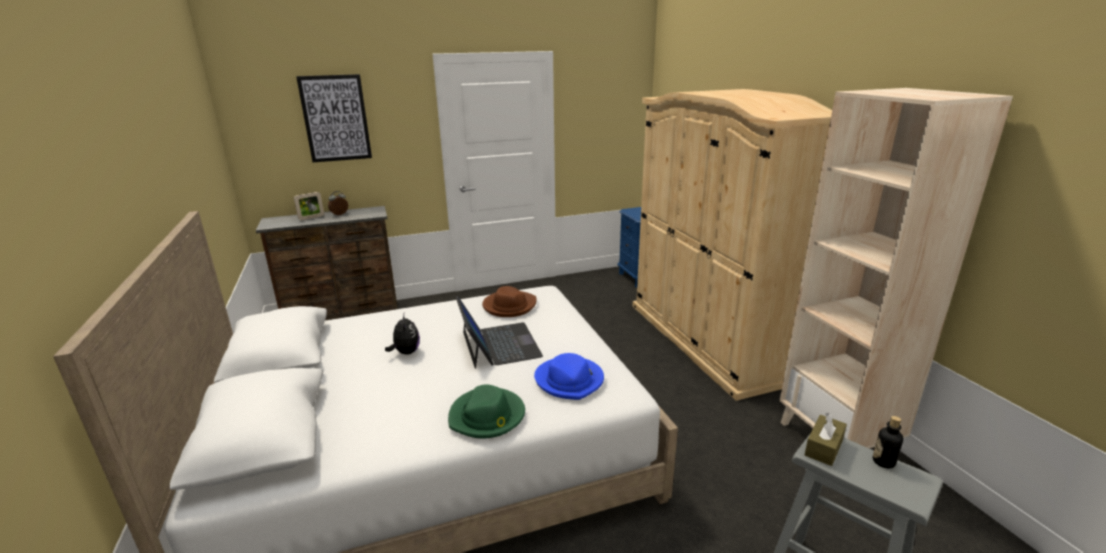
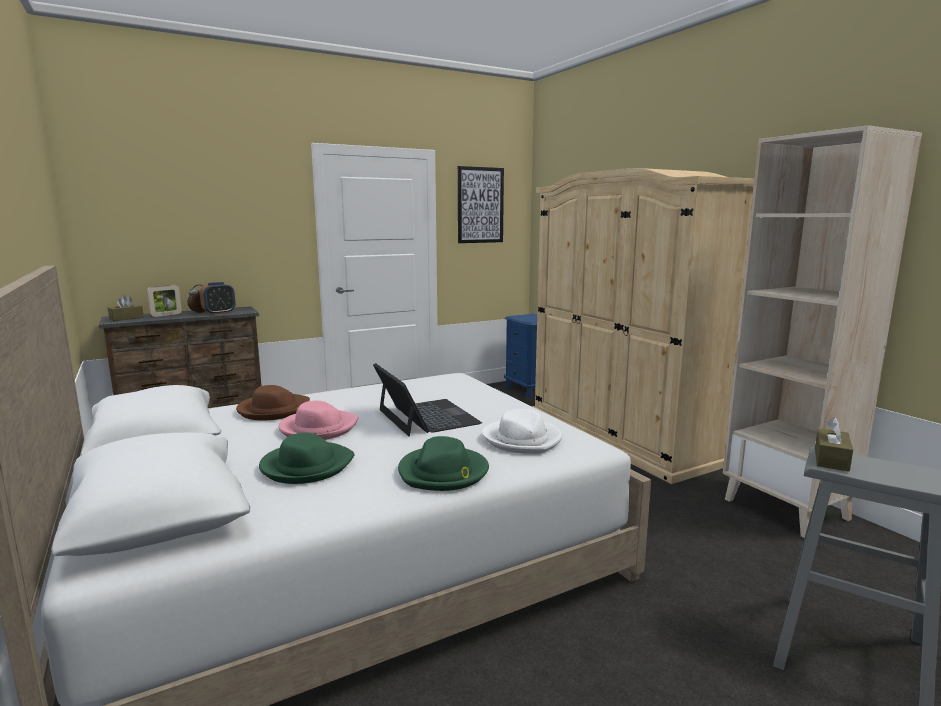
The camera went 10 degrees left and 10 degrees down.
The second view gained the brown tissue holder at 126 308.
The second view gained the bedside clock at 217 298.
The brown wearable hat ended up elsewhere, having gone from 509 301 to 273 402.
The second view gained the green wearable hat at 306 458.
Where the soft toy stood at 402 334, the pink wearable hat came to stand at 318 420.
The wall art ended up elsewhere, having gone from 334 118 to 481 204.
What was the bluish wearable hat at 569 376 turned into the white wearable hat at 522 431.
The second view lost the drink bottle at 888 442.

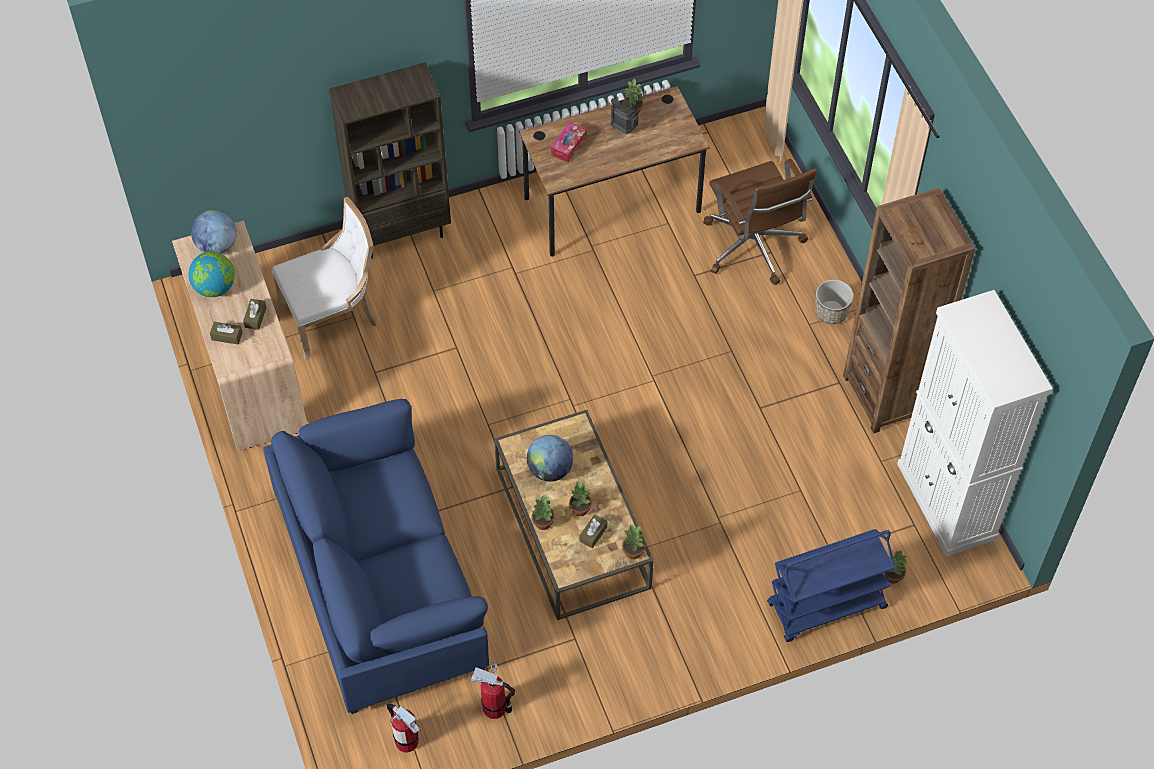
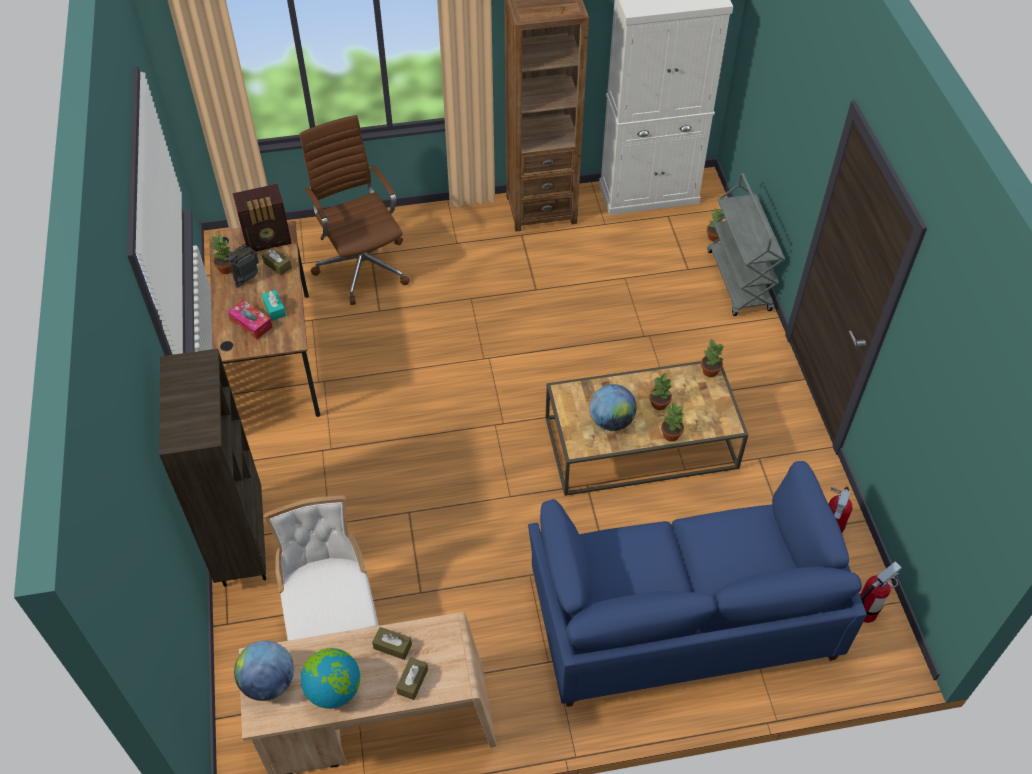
The camera went 80 degrees left and 5 degrees down.
The second view gained the radio at 262 218.
The brown tissue holder ended up elsewhere, having gone from 593 531 to 277 261.
The second view gained the blue-green tissue holder at 274 305.
The brown office chair at 759 222 ended up facing another way, 105 degrees counterclockwise from before.
What was the bluish wheeled cart at 831 585 turned into the greyish wheeled cart at 746 244.
The second view lost the planter at 834 301.

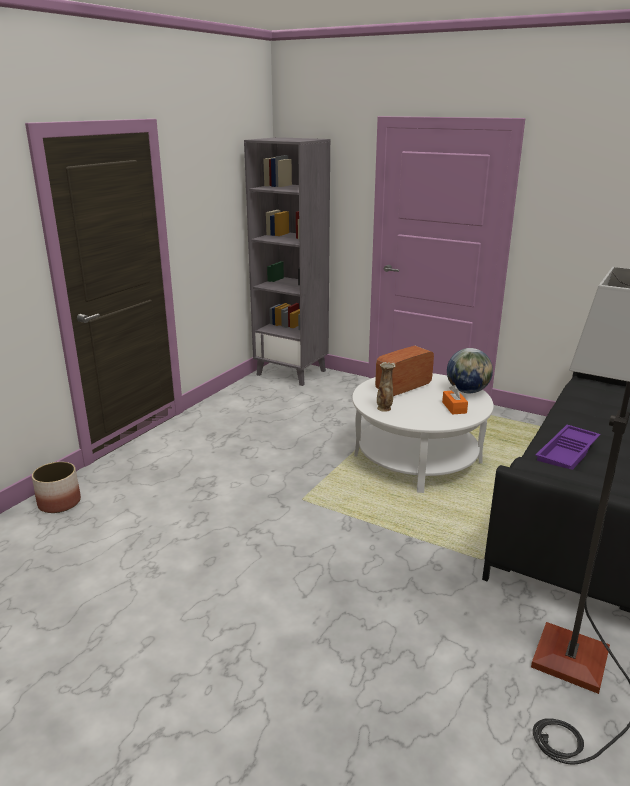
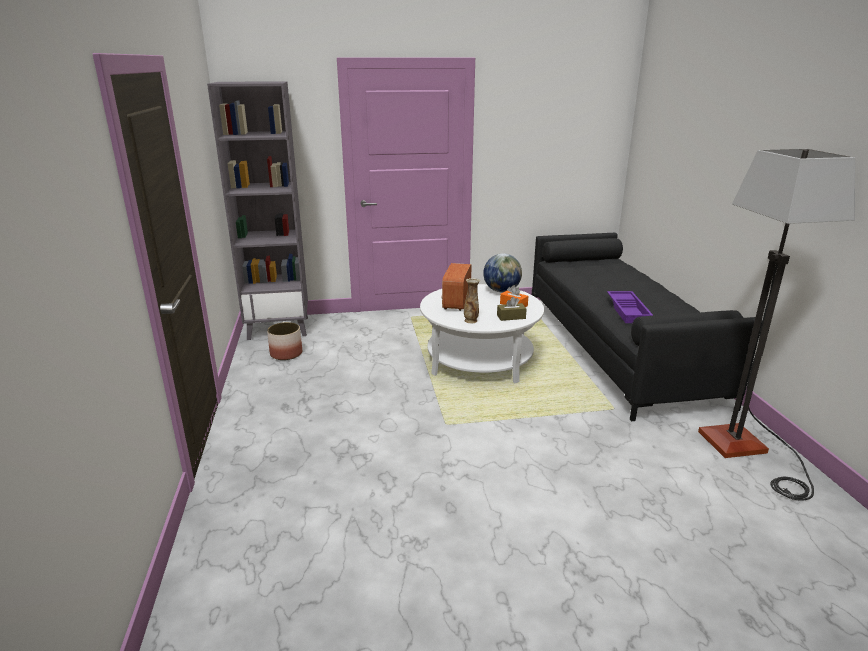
The camera went 40 degrees left and 0 degrees up.
The planter ended up elsewhere, having gone from 56 487 to 284 341.
The second view gained the brown tissue holder at 512 309.

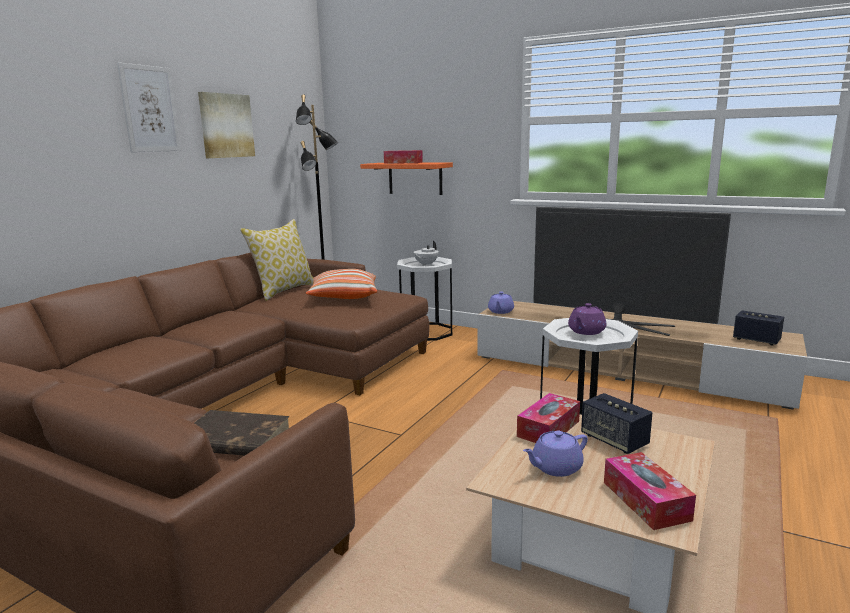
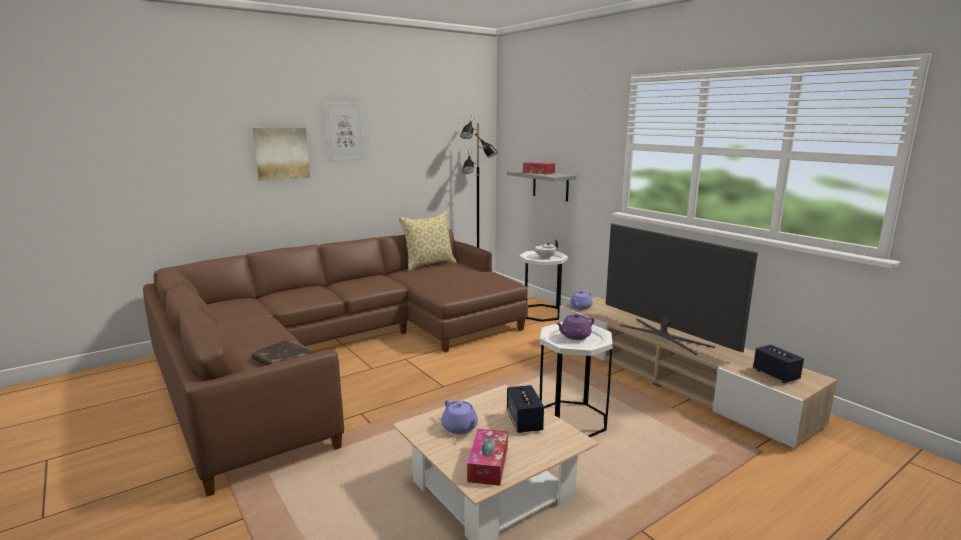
The camera went 25 degrees right and 0 degrees up.
The wall art ended up elsewhere, having gone from 226 125 to 281 154.
The purple teapot at 555 454 ended up facing another way, 120 degrees counterclockwise from before.
What was the orange-coloured wall shelf at 406 179 turned into the greyish wall shelf at 541 186.
The second view lost the throw pillow at 341 284.
The second view lost the tissue holder at 548 418.

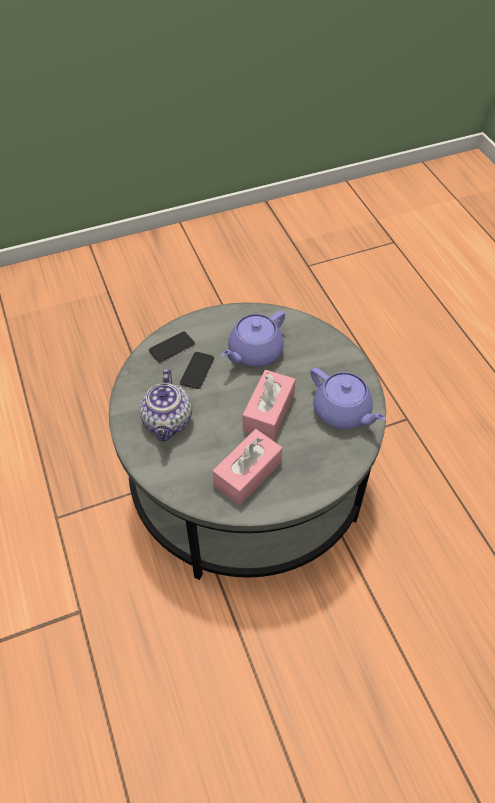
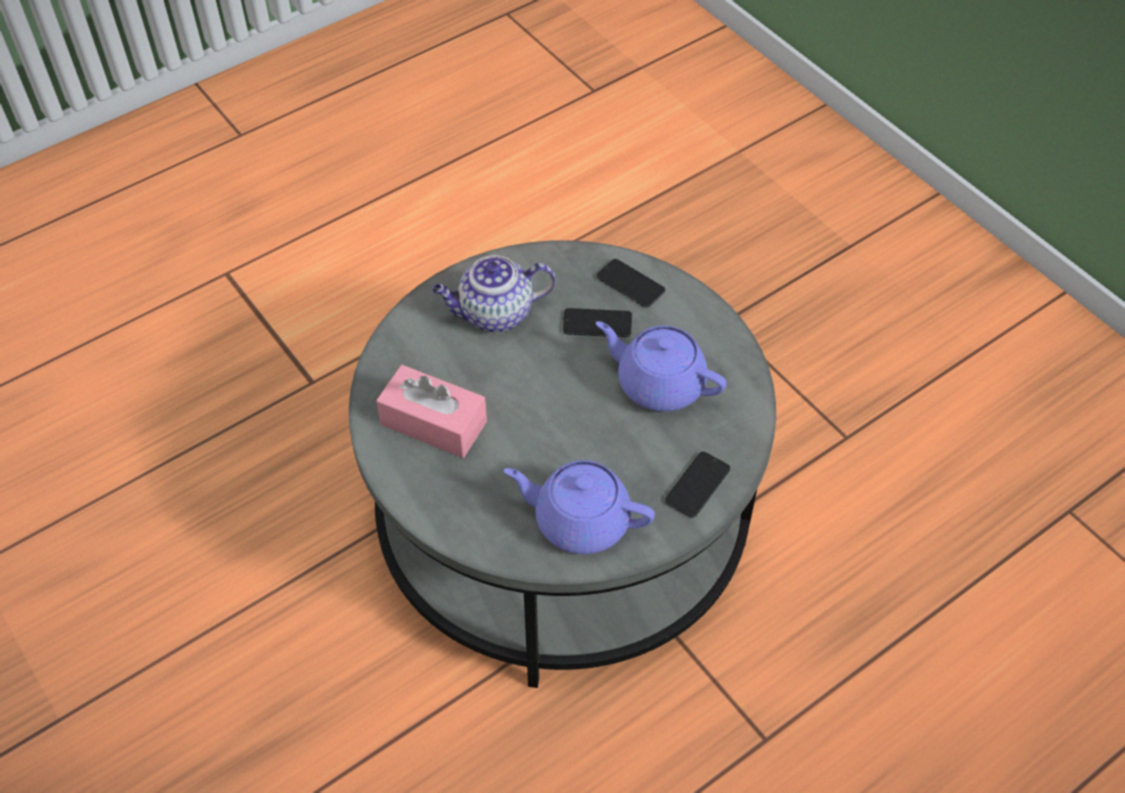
The camera went 75 degrees right and 0 degrees up.
The purple teapot at 348 398 ended up facing another way, 75 degrees clockwise from before.
The second view gained the telephone at 697 485.
The second view lost the pink tissue holder at 269 405.

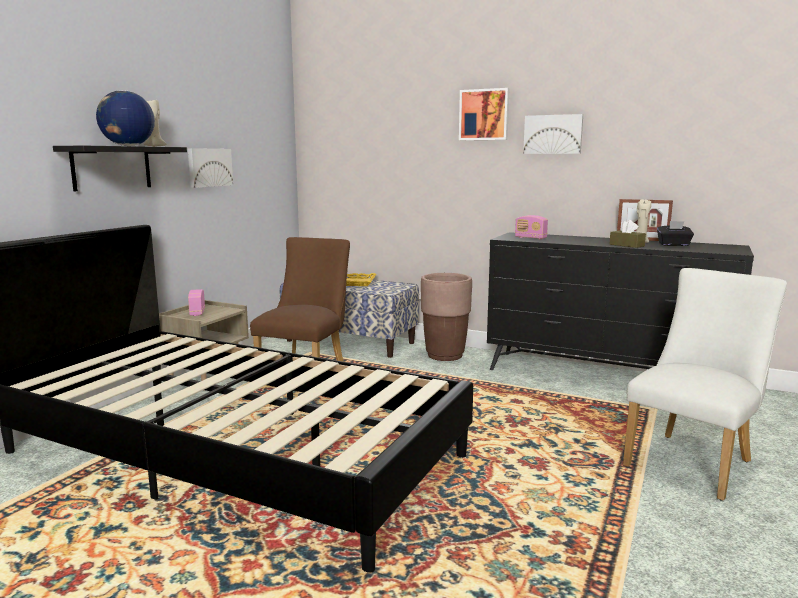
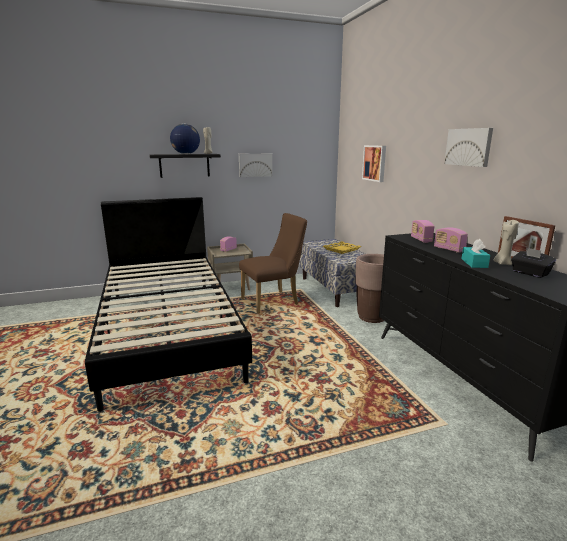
The camera went 45 degrees right and 5 degrees up.
The wall art ended up elsewhere, having gone from 484 114 to 374 163.
The second view gained the radio at 451 240.
What was the brown tissue holder at 627 234 turned into the blue-green tissue holder at 475 253.
The second view lost the white plain chair at 705 384.

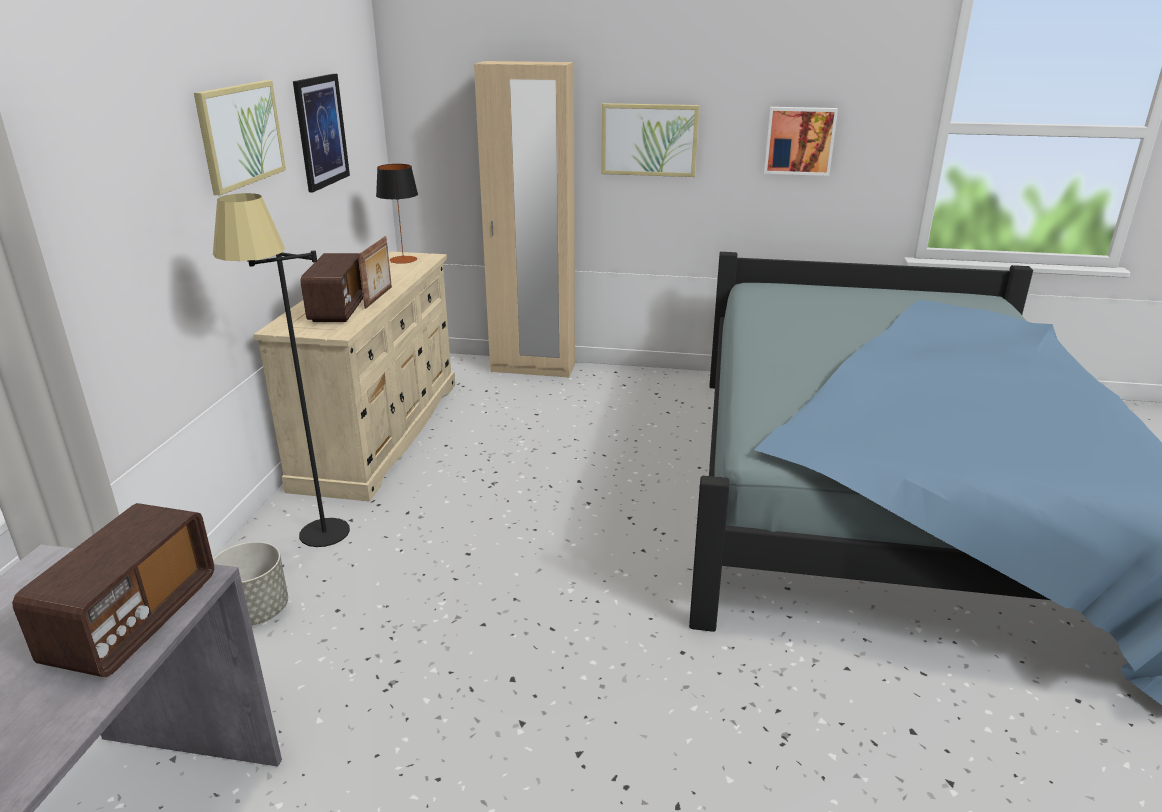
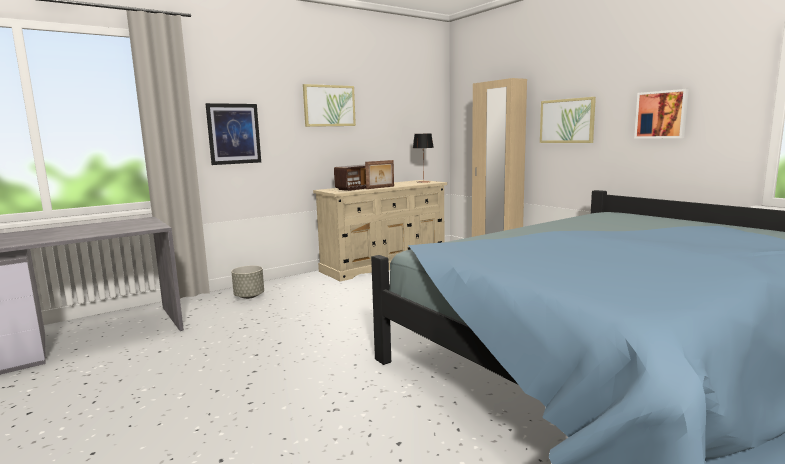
The camera went 45 degrees right and 15 degrees down.
The wall art ended up elsewhere, having gone from 321 133 to 233 134.
The second view lost the radio at 113 590.
The second view lost the black floor lamp at 281 370.

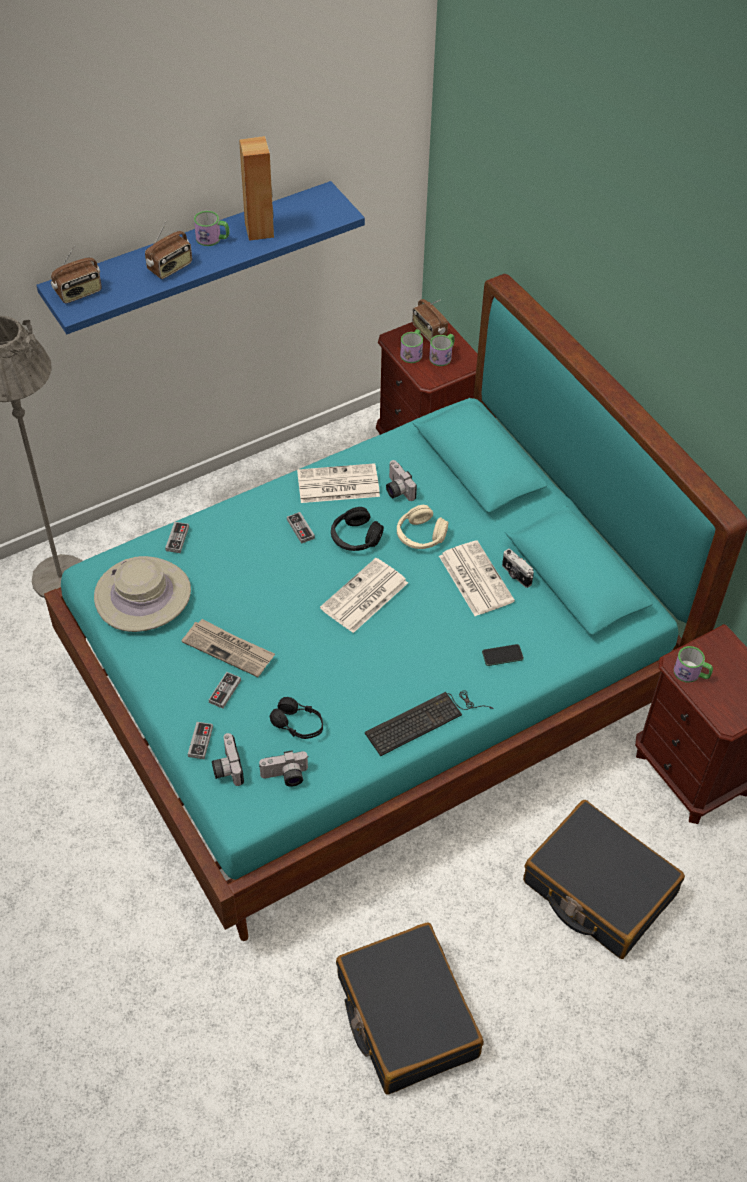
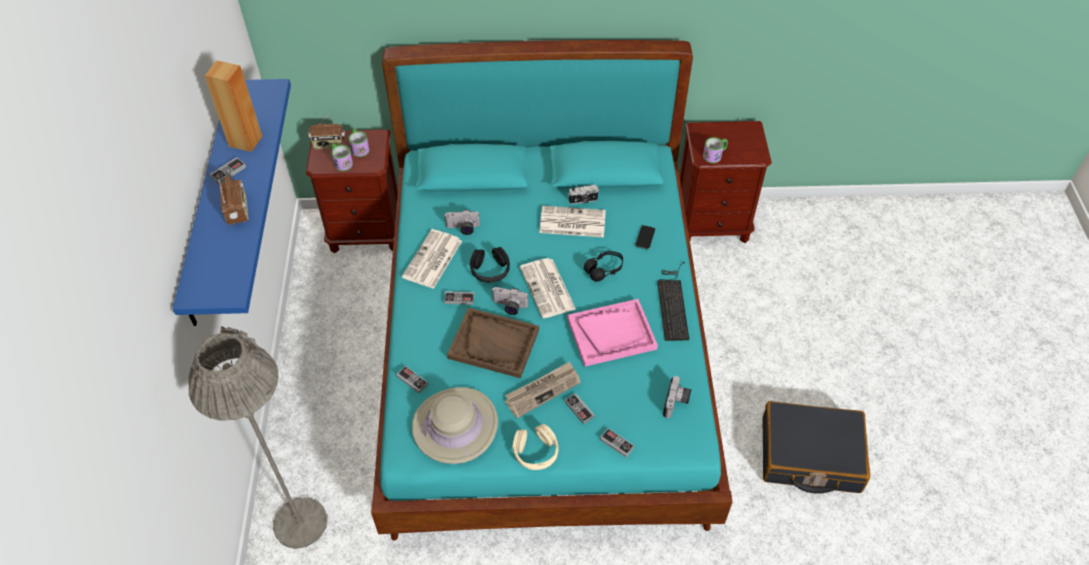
The camera went 60 degrees left and 0 degrees up.
Where the tea mug stood at 212 228, the game controller came to stand at 228 170.
The second view gained the brown serving tray at 493 343.
The still camera ended up elsewhere, having gone from 228 759 to 510 301.
The sand-coloured pair of headphones ended up elsewhere, having gone from 422 527 to 535 447.
The second view gained the pink serving tray at 612 333.
The black pair of headphones ended up elsewhere, having gone from 296 718 to 603 266.
The second view lost the radio at 76 274.
The second view lost the black suitcase at 604 879.

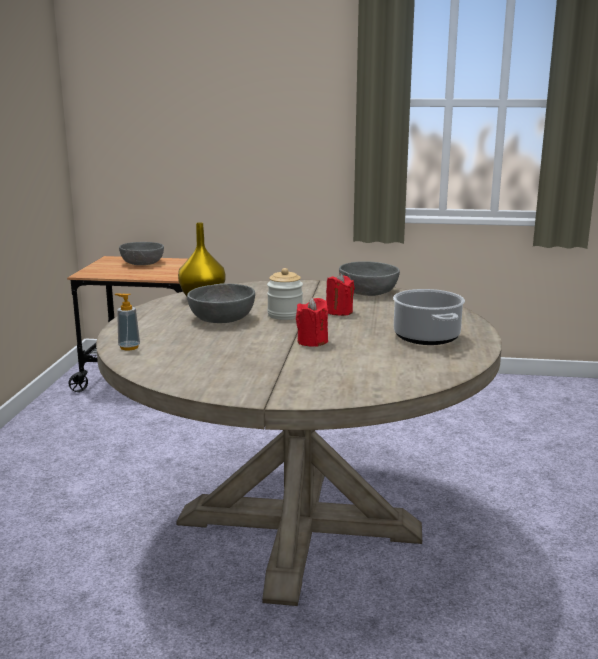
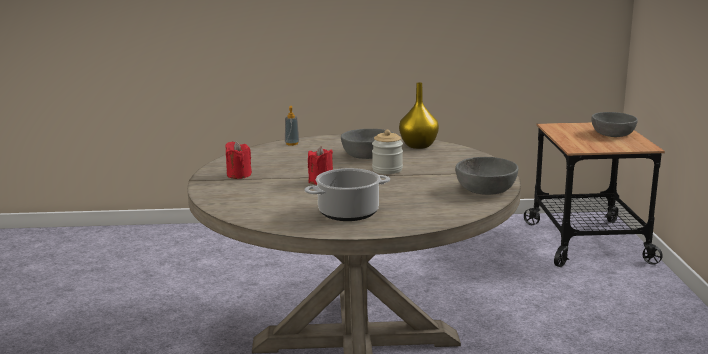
The camera went 80 degrees right and 0 degrees up.
The red candle ended up elsewhere, having gone from 340 294 to 239 160.

